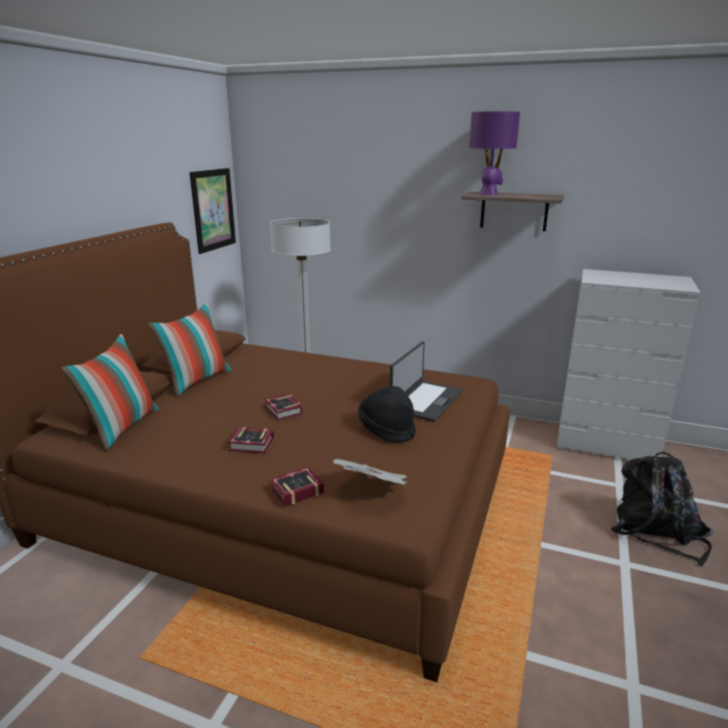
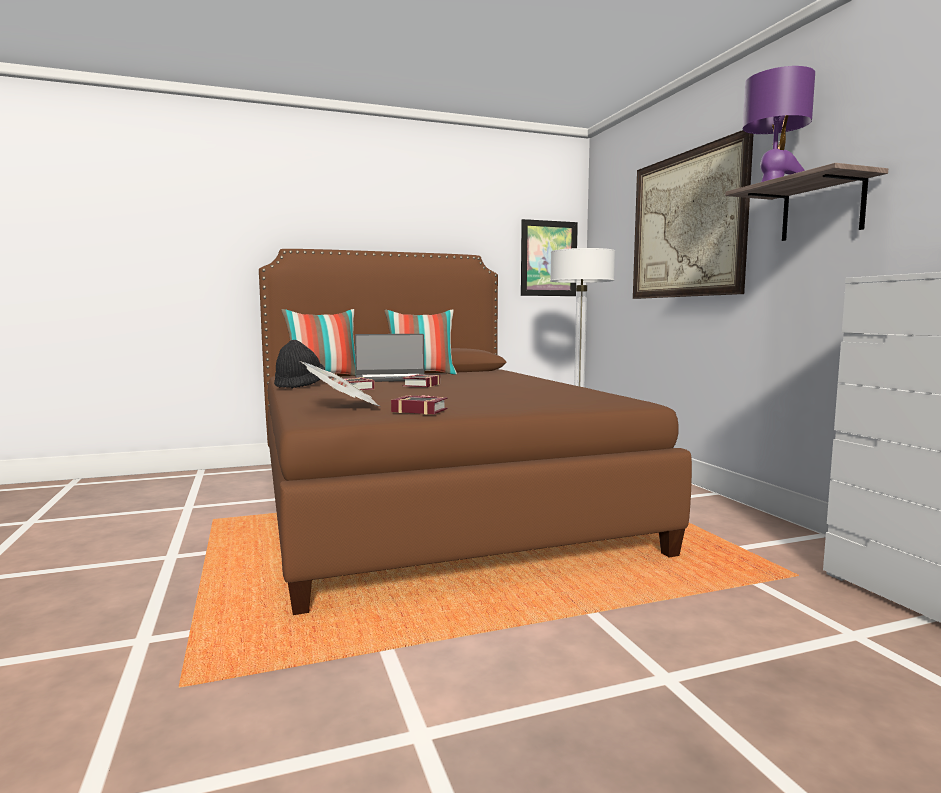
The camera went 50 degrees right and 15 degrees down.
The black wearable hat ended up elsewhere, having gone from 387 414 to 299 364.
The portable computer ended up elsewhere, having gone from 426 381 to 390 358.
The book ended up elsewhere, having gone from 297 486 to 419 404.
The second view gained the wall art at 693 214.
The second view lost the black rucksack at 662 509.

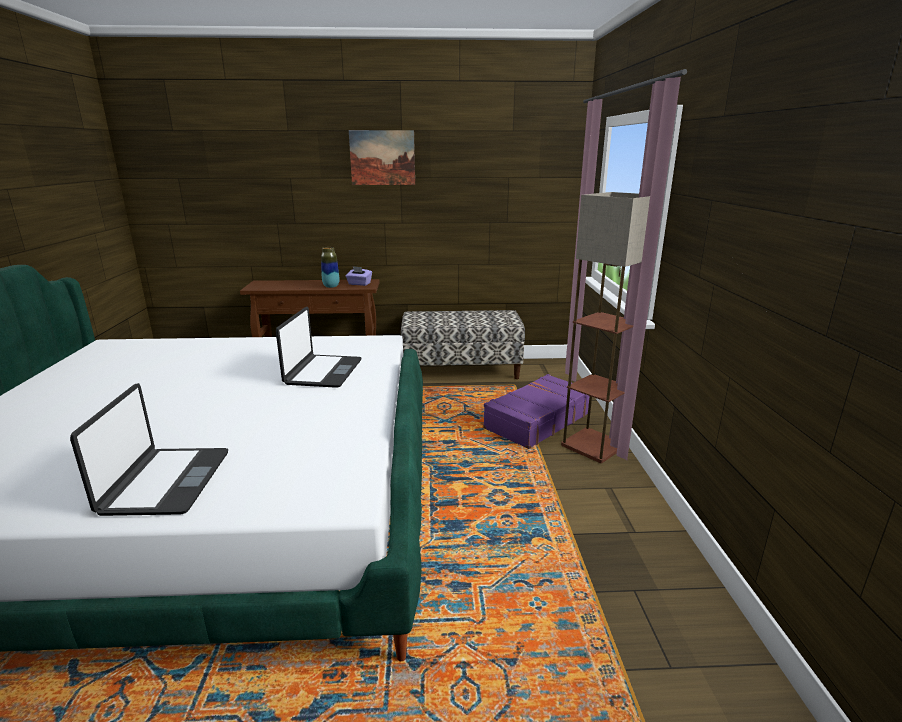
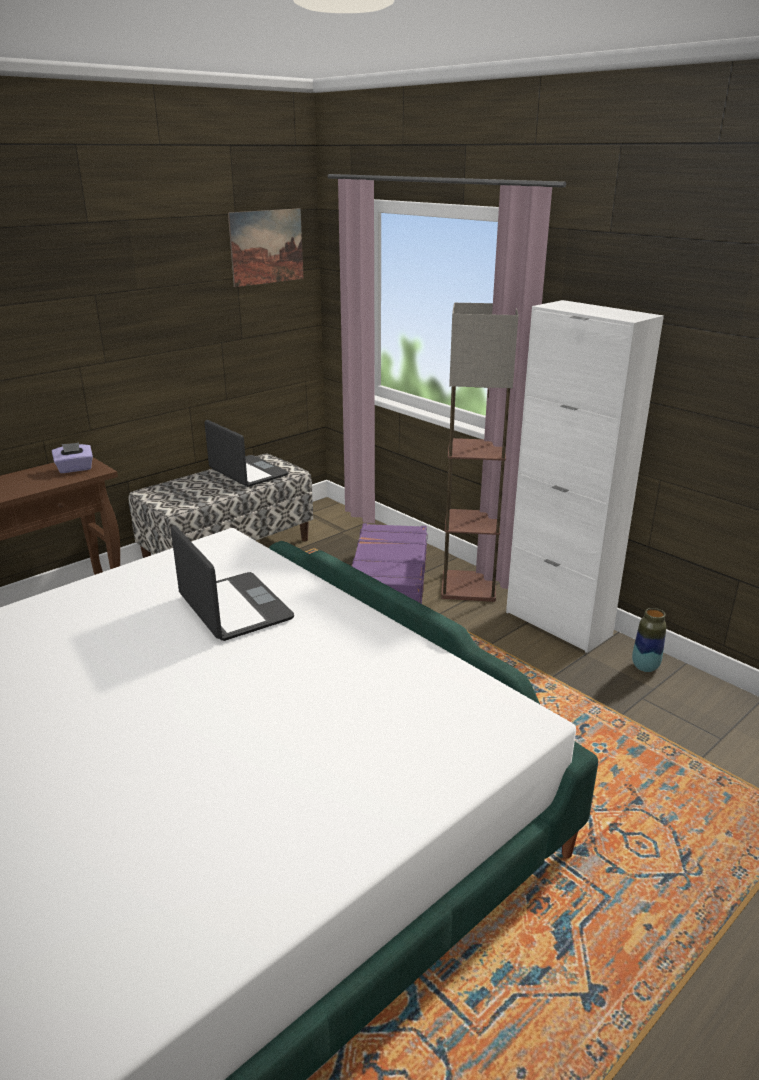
The camera went 40 degrees left and 5 degrees up.
The portable computer ended up elsewhere, having gone from 149 449 to 247 453.
The wall art ended up elsewhere, having gone from 382 157 to 266 247.
The second view gained the white cupboard at 585 476.
The flower vase ended up elsewhere, having gone from 330 267 to 649 640.

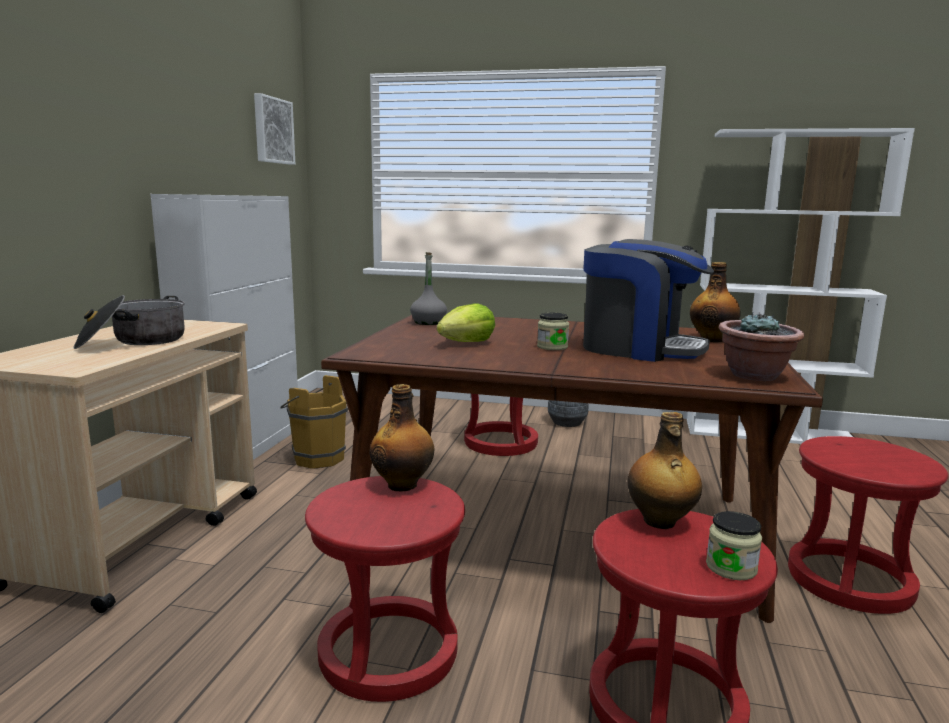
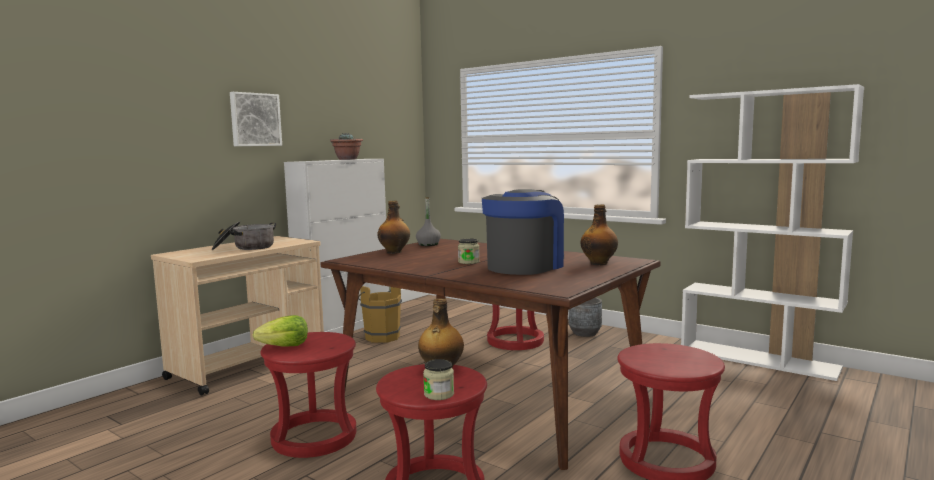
The camera went 25 degrees right and 5 degrees down.
The wall art ended up elsewhere, having gone from 274 129 to 256 119.
The head of lettuce ended up elsewhere, having gone from 466 322 to 280 331.
The plant in a pot ended up elsewhere, having gone from 762 346 to 346 146.
The drink bottle ended up elsewhere, having gone from 402 437 to 393 227.
The coffee brewer at 648 300 ended up facing another way, 105 degrees counterclockwise from before.

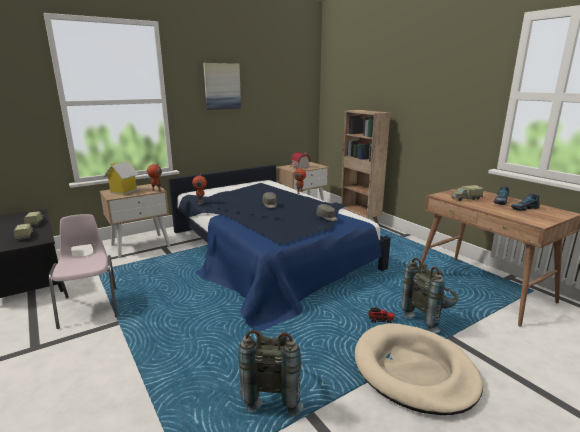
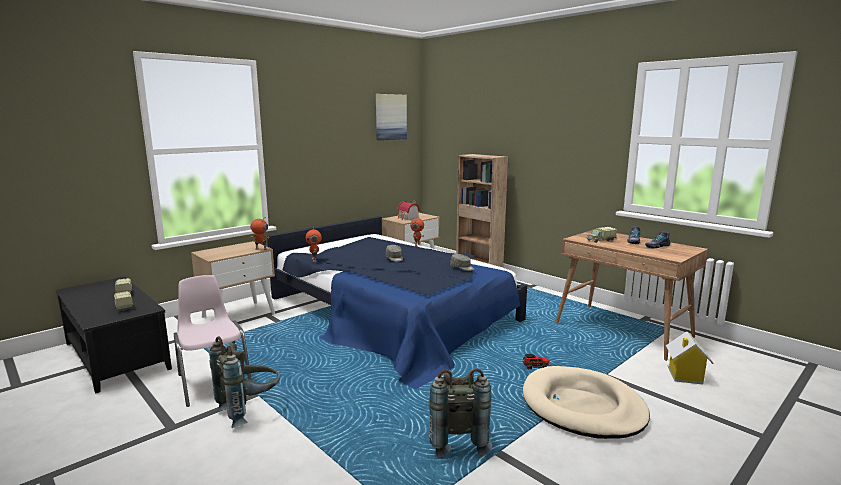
The camera went 10 degrees left and 5 degrees down.
The greyish rucksack ended up elsewhere, having gone from 430 295 to 244 382.
The wall art ended up elsewhere, having gone from 222 86 to 391 117.
The model house ended up elsewhere, having gone from 122 178 to 689 357.

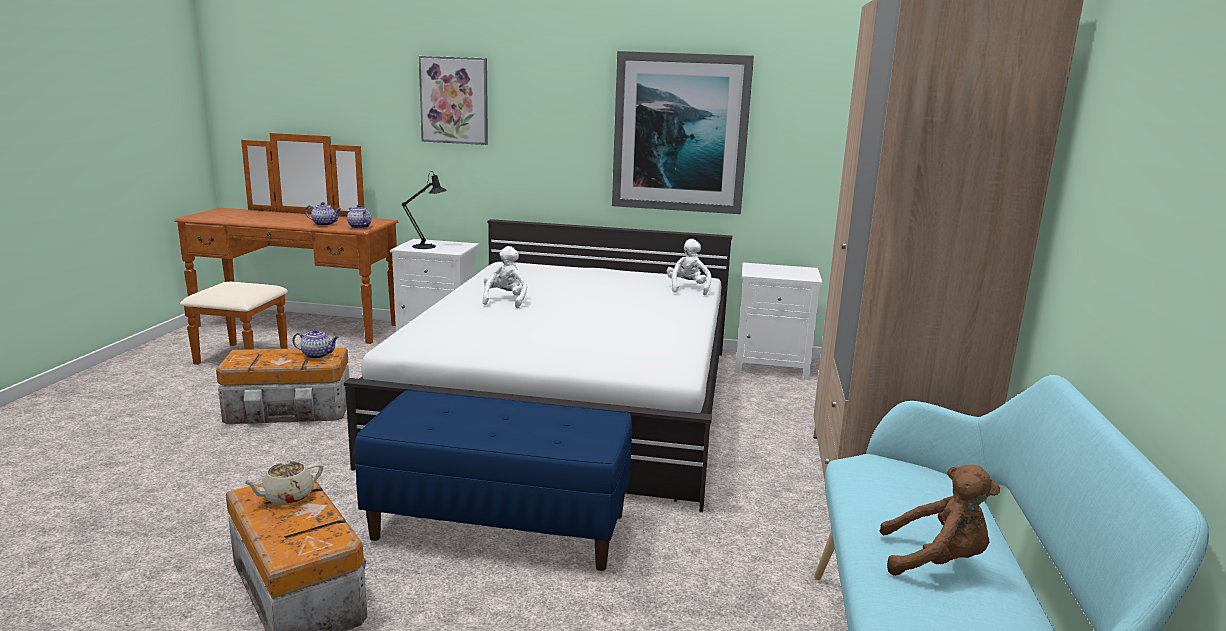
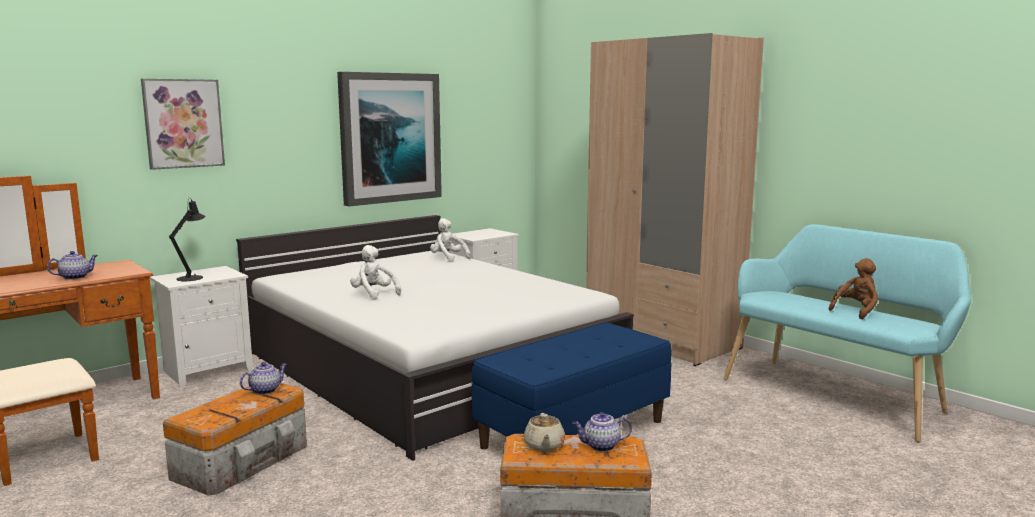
The camera went 50 degrees left and 5 degrees down.
The teapot ended up elsewhere, having gone from 359 216 to 602 432.

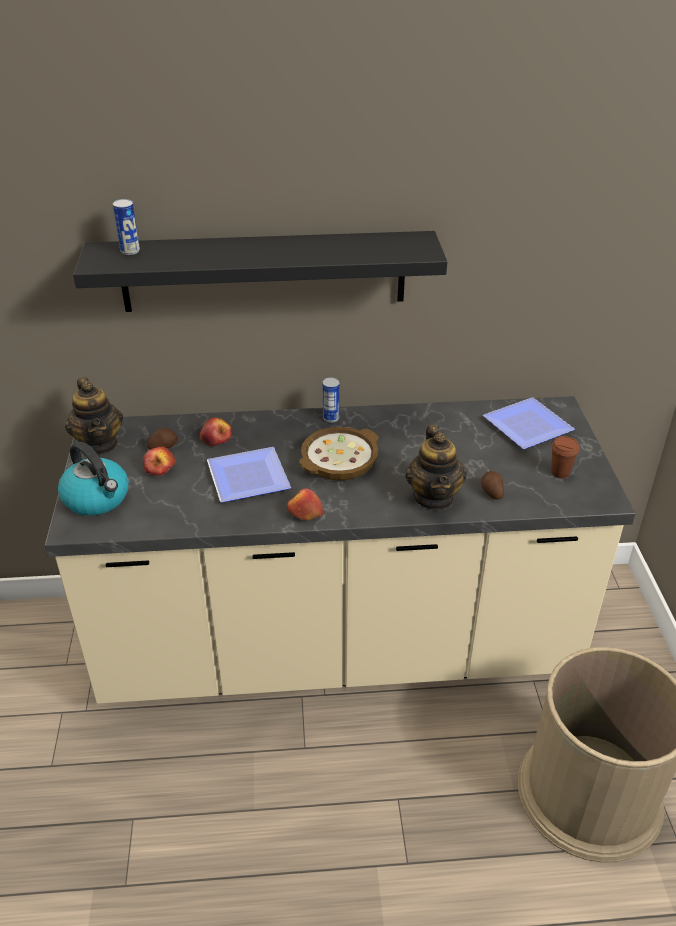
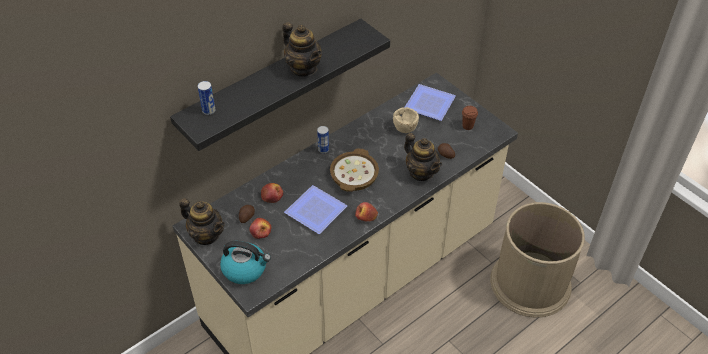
The camera went 35 degrees left and 10 degrees up.
The second view gained the teapot at 302 49.
The second view gained the sand-coloured bowl at 406 120.

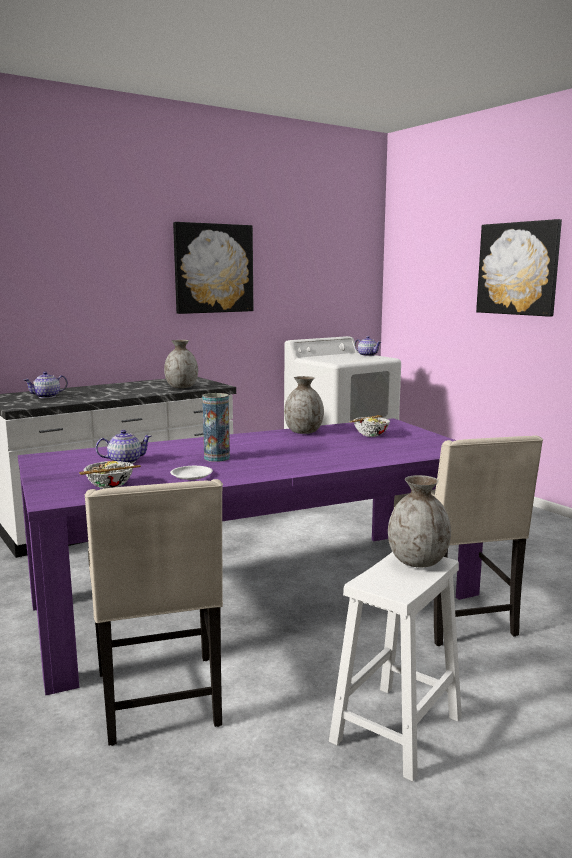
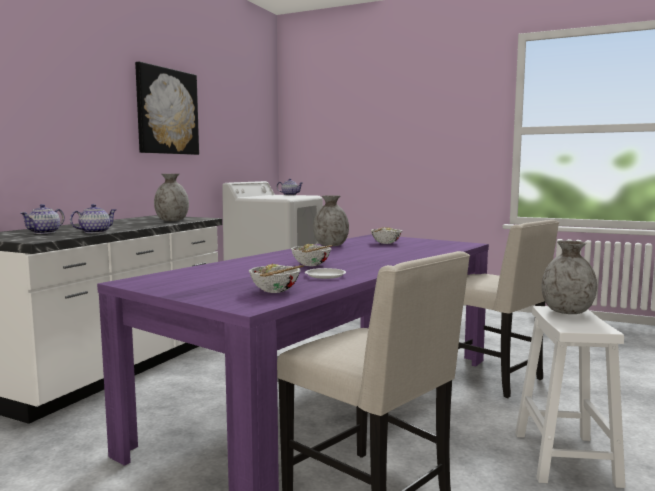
The camera went 30 degrees left and 5 degrees down.
The teapot ended up elsewhere, having gone from 123 447 to 93 218.
Where the flower vase stood at 216 427, the bowl came to stand at 312 255.
The second view lost the wall art at 519 268.

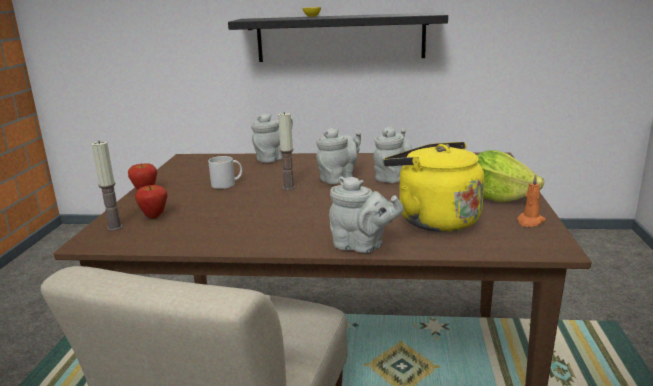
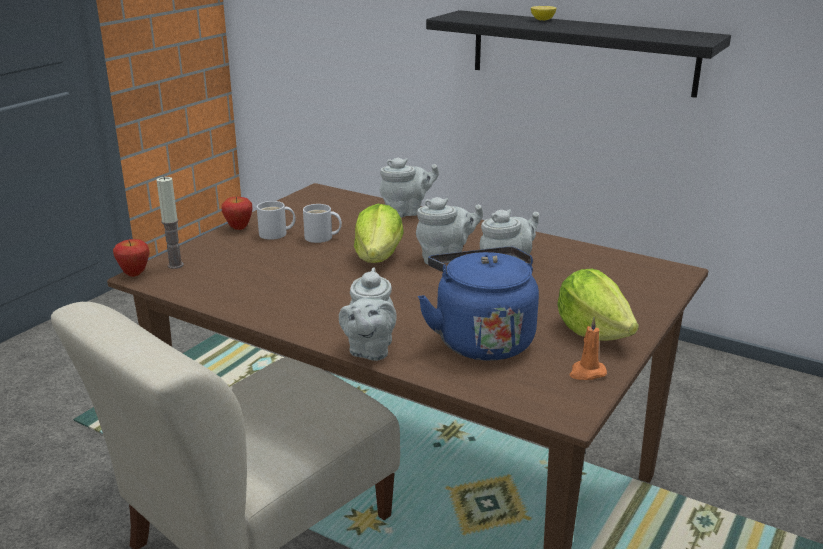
The camera went 25 degrees right and 5 degrees up.
The apple fruit ended up elsewhere, having gone from 151 202 to 131 258.
The second view gained the white tea mug at 276 220.
The greyish teapot at 366 214 ended up facing another way, 45 degrees clockwise from before.
Where the candle stood at 286 151, the head of lettuce came to stand at 379 233.
What was the yellowish water kettle at 433 187 turned into the bluish water kettle at 478 304.

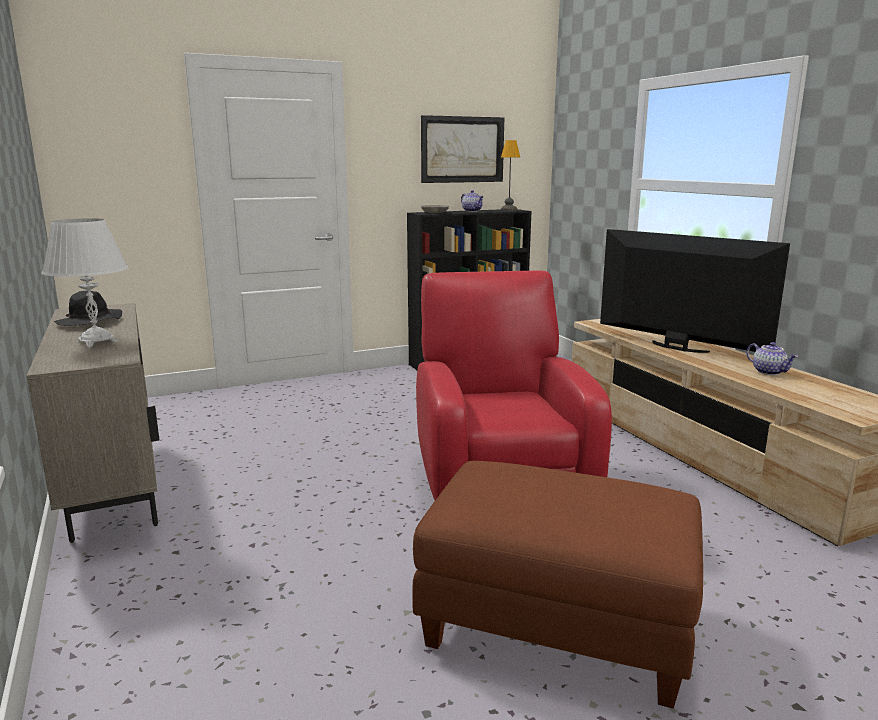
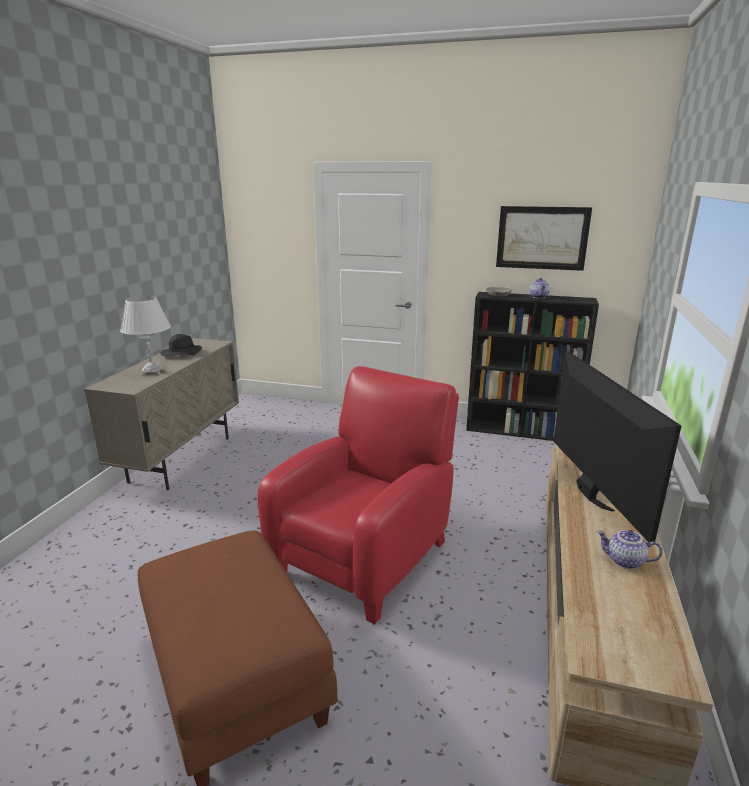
The camera went 40 degrees right and 5 degrees up.
The teapot at 772 358 ended up facing another way, 105 degrees clockwise from before.
The second view lost the lamp for a table at 510 175.

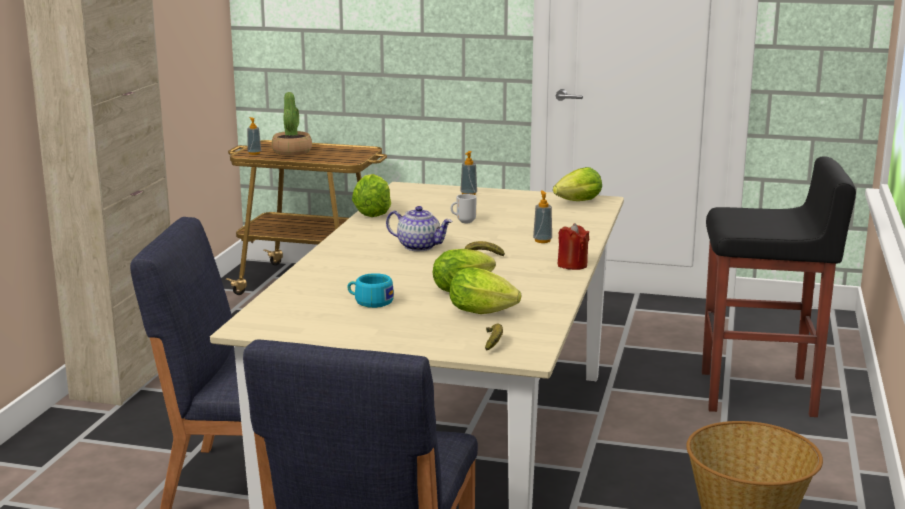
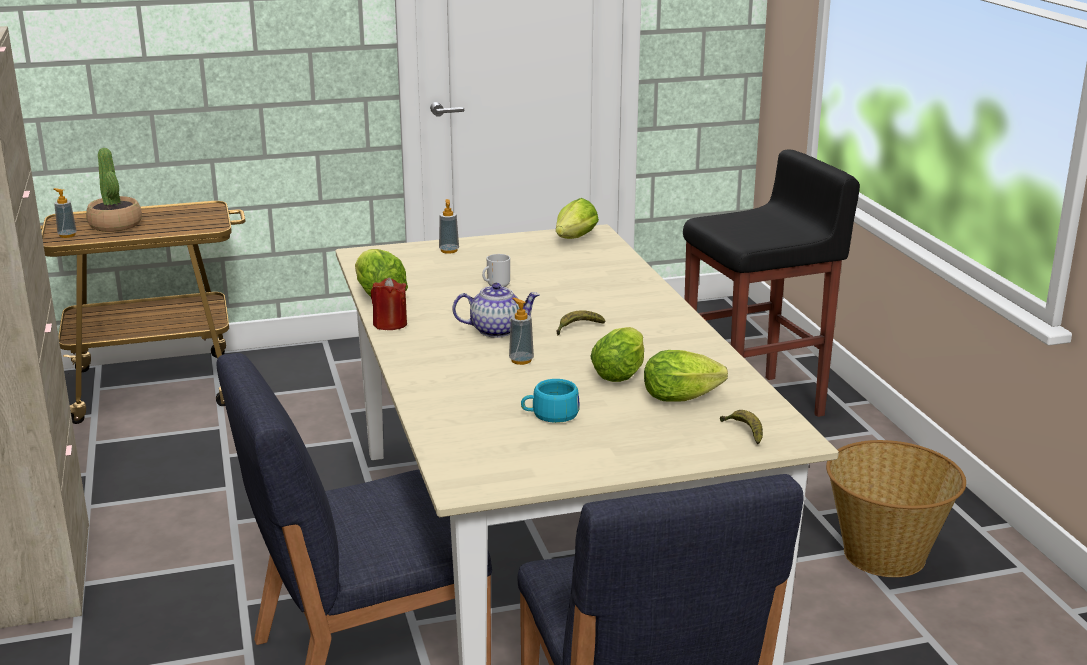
The camera went 30 degrees left and 5 degrees up.
The red candle ended up elsewhere, having gone from 573 246 to 389 303.
The soap bottle ended up elsewhere, having gone from 542 216 to 521 331.

